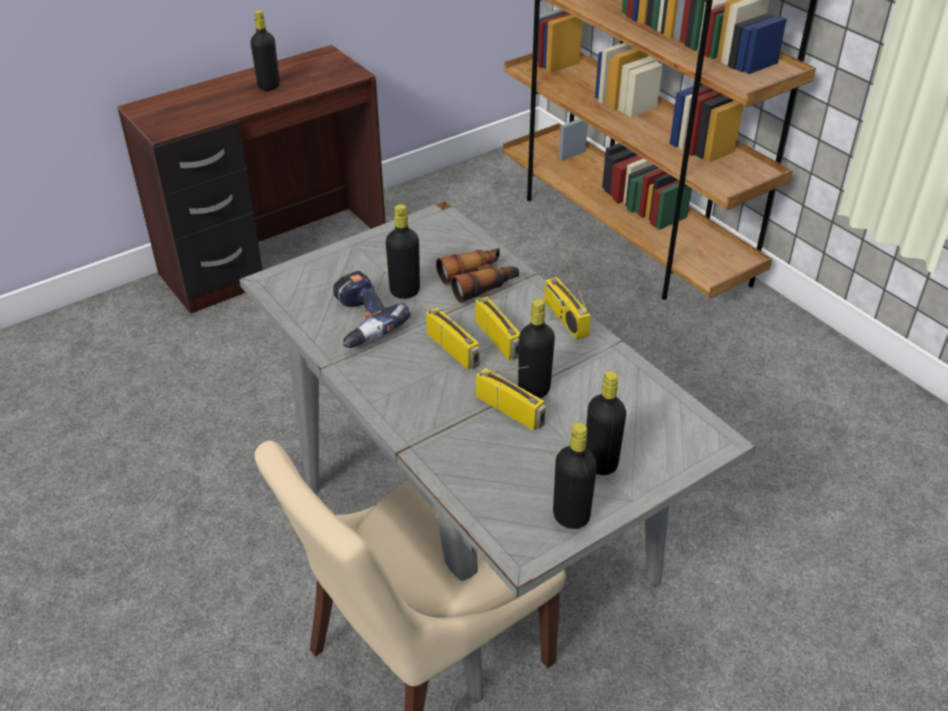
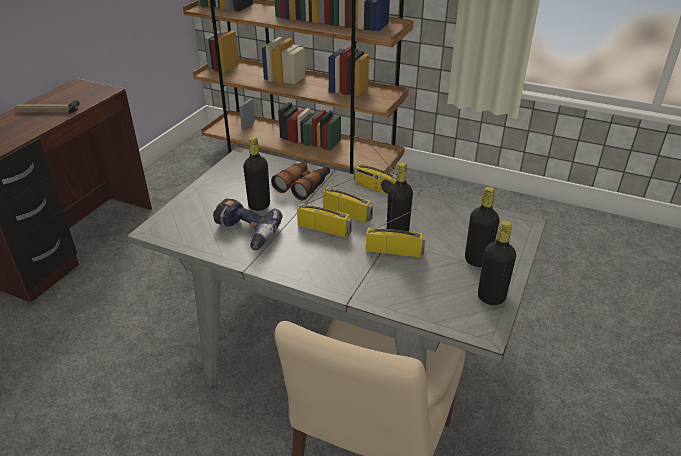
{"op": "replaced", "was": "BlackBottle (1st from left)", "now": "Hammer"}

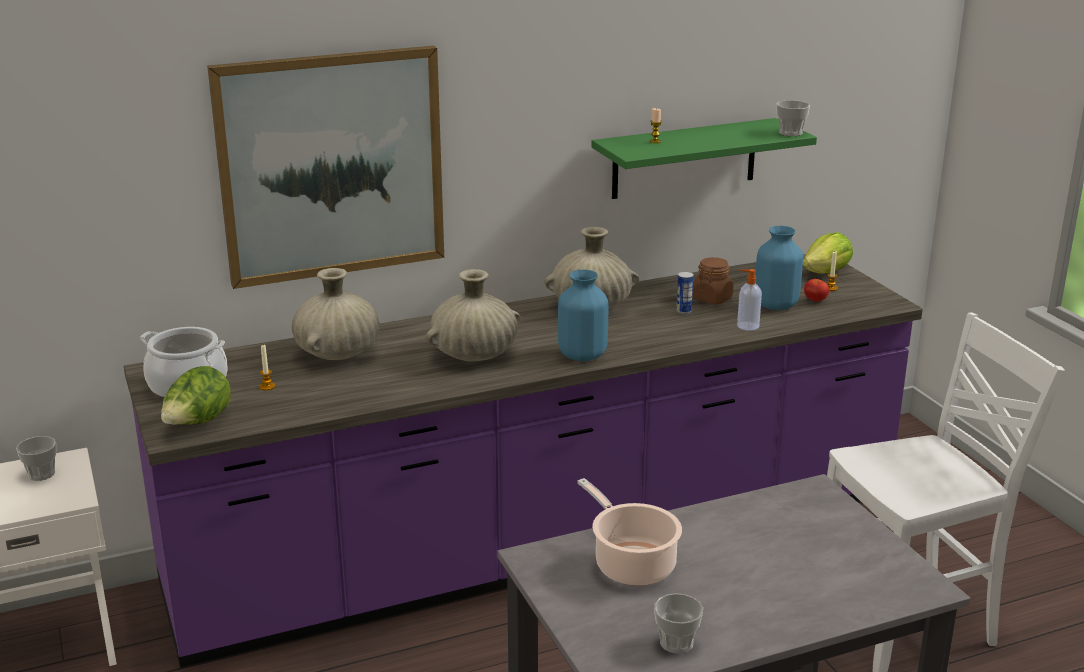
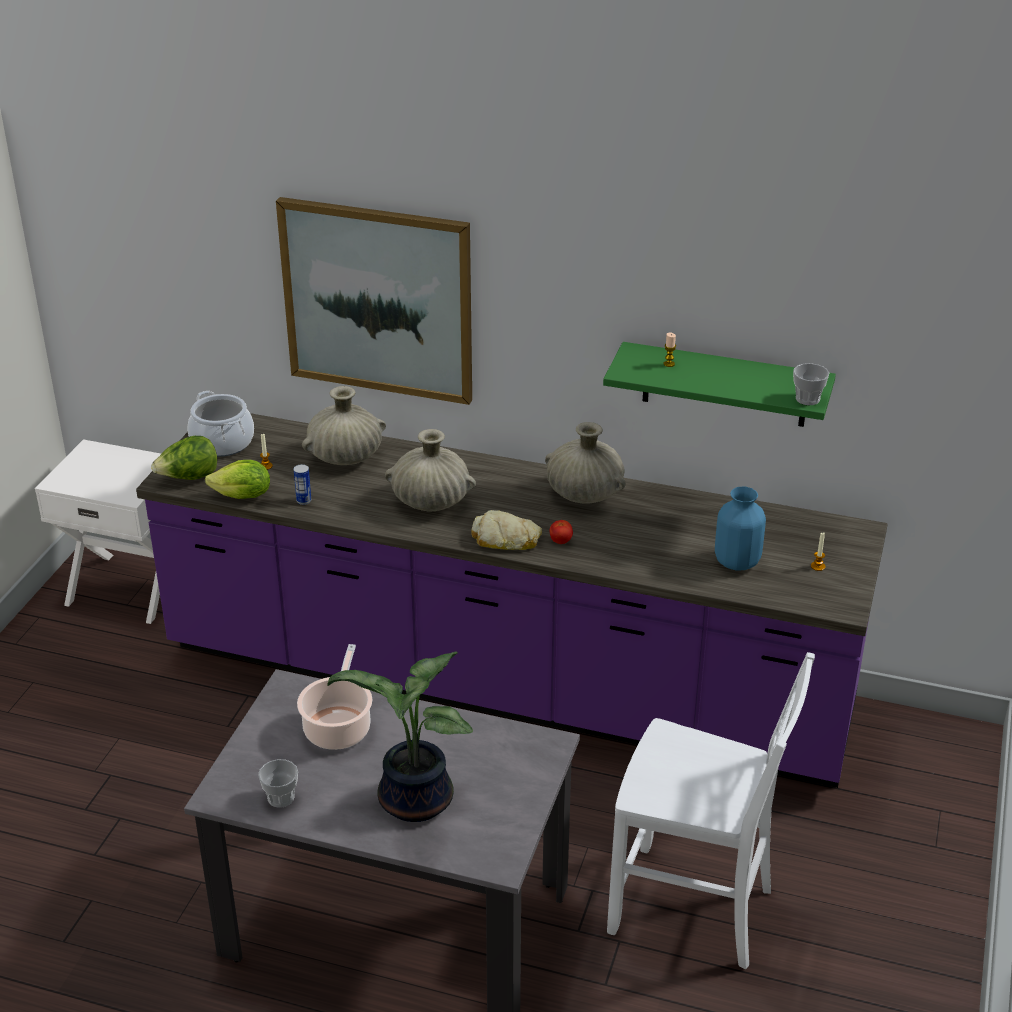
{"op": "removed", "was": "Cup (1st from left)"}
{"op": "replaced", "was": "BlueVase (1st from left)", "now": "Bread"}
{"op": "moved", "was": "Can"}
{"op": "removed", "was": "BrownJar"}
{"op": "removed", "was": "SoapDispenser"}
{"op": "moved", "was": "Lettuce (2nd from left)"}
{"op": "moved", "was": "Tomato"}
{"op": "added", "now": "PottedPlant"}

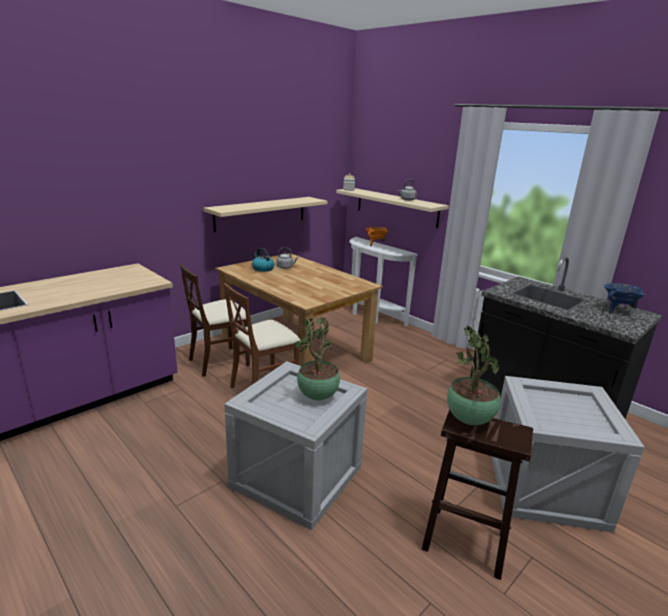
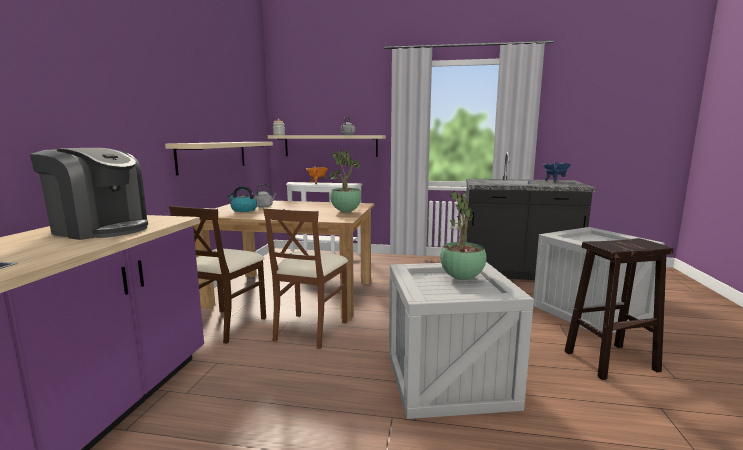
{"op": "moved", "was": "PottedPlant (2nd from left in the first image)", "now": "PottedPlant (1st from left)"}
{"op": "added", "now": "CoffeeMachine"}

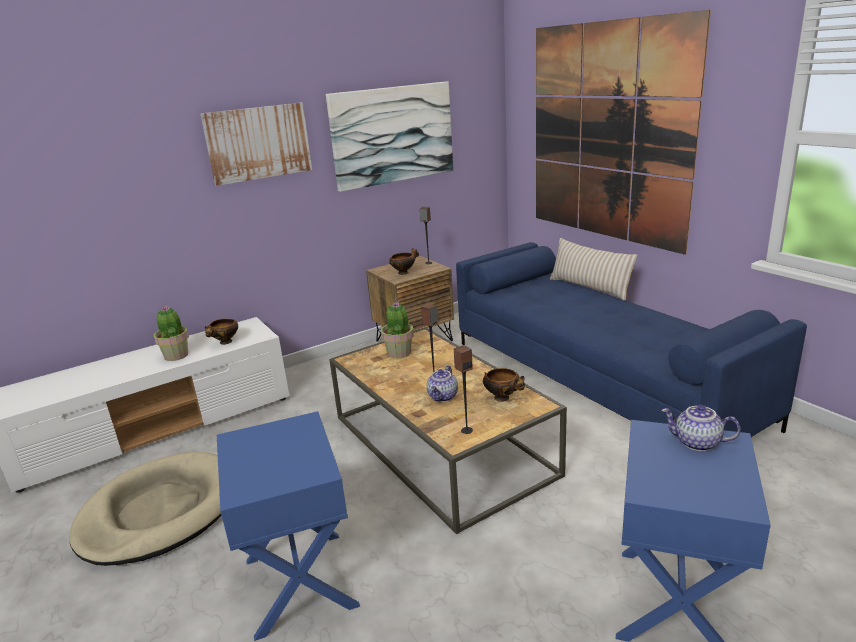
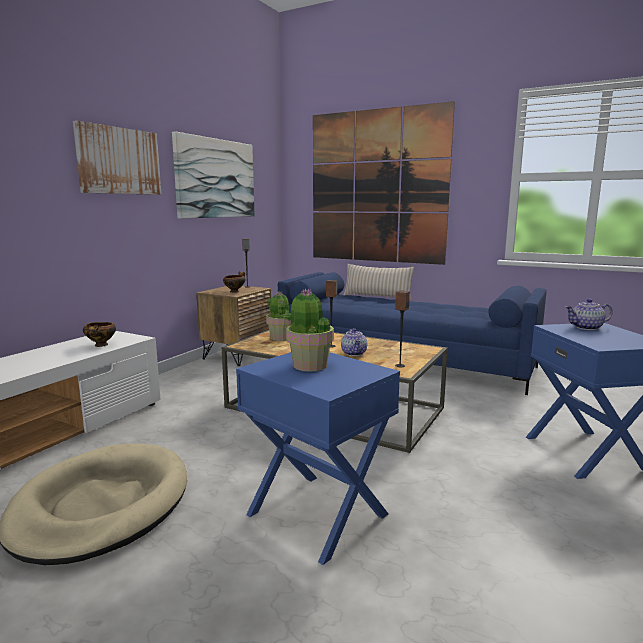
{"op": "moved", "was": "PottedPlant (1st from left in the first image)", "now": "PottedPlant (2nd from left)"}
{"op": "removed", "was": "Bowl (3rd from left)"}

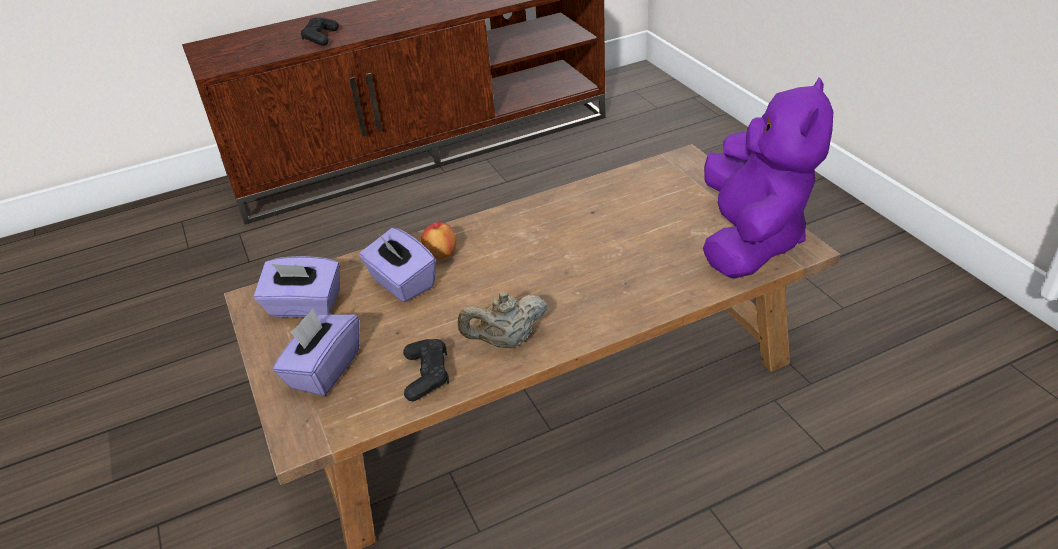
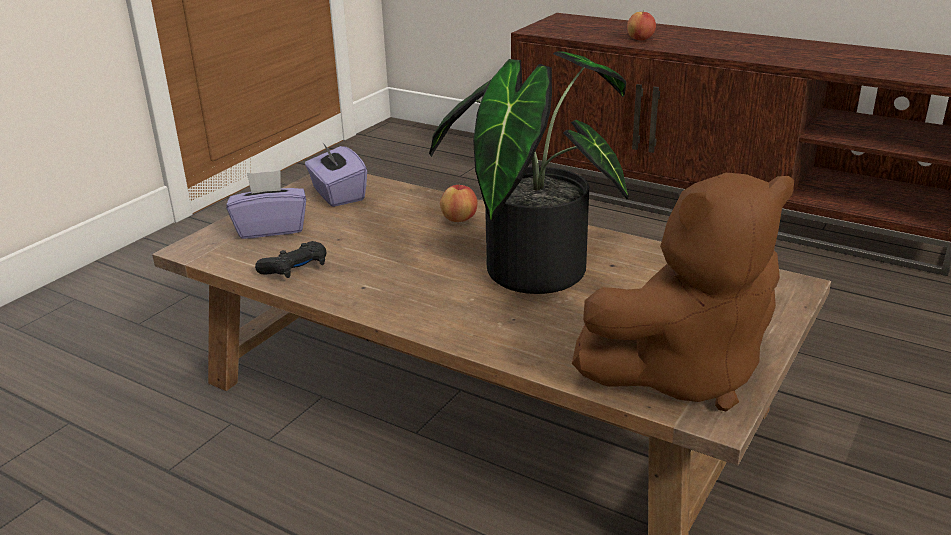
{"op": "replaced", "was": "BlackGameController (1st from left)", "now": "Apple (2nd from left)"}
{"op": "removed", "was": "PurpleTissueBox (3rd from left)"}
{"op": "removed", "was": "BeigeTeapot"}
{"op": "recoloured", "was": "PurplePlushToy", "now": "BrownPlushToy"}
{"op": "added", "now": "PottedPlant"}

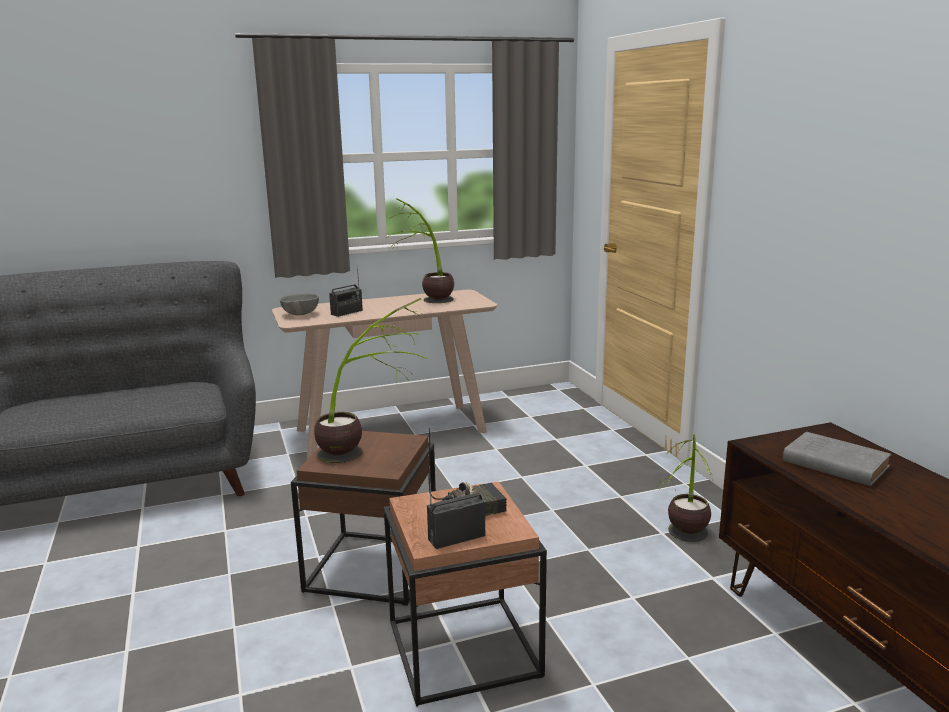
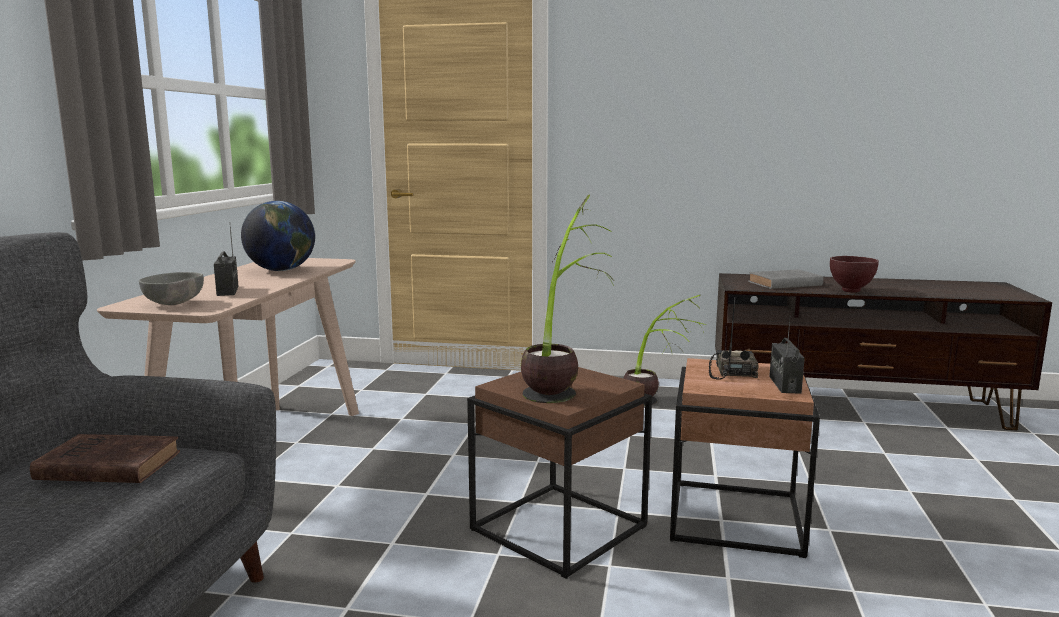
{"op": "replaced", "was": "PottedPlant (2nd from left)", "now": "Globe"}
{"op": "added", "now": "BrownBook"}
{"op": "added", "now": "BrownBowl"}

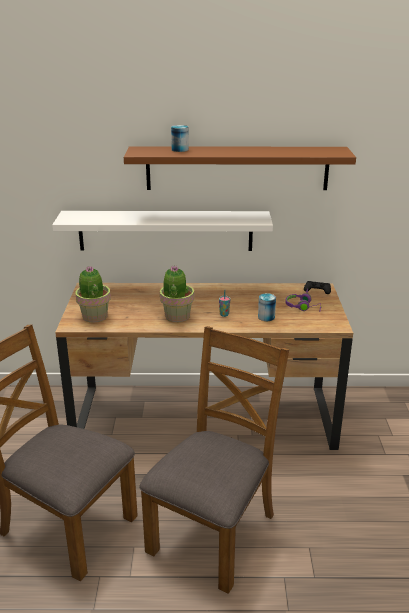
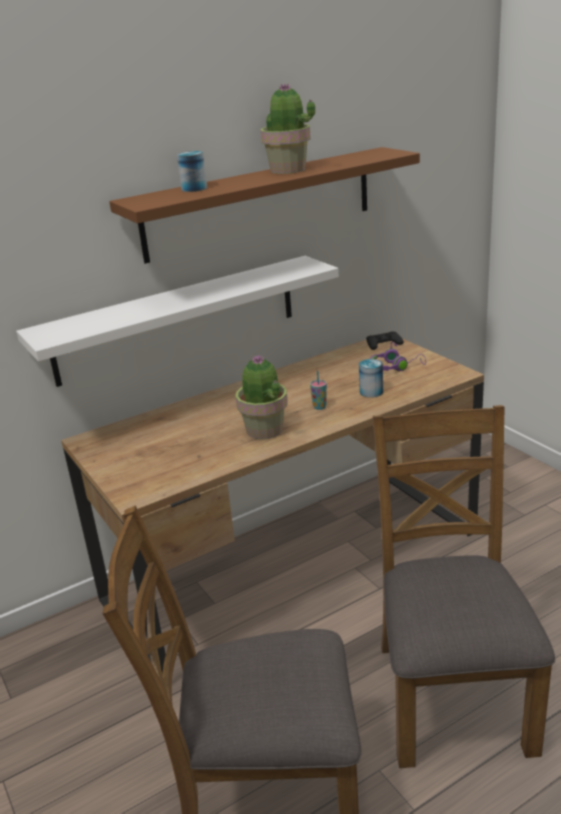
{"op": "moved", "was": "PottedPlant (1st from left in the first image)", "now": "PottedPlant (2nd from left)"}

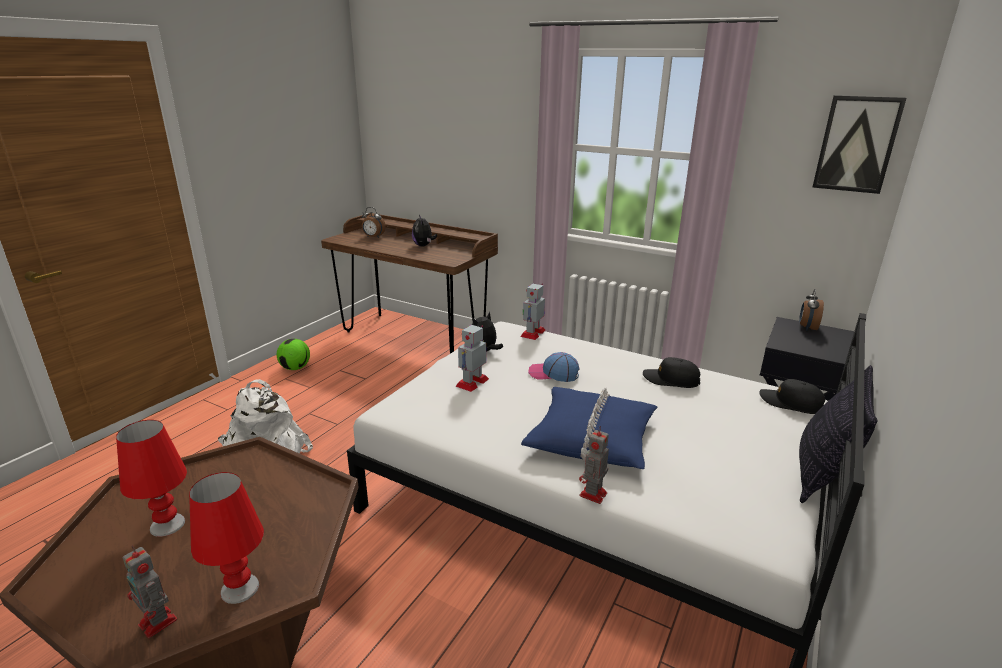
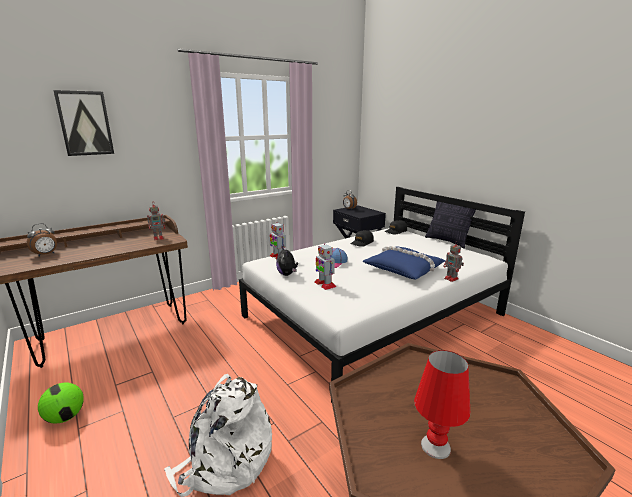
{"op": "moved", "was": "ToyRobot (1st from left)"}
{"op": "removed", "was": "RedTableLamp (2nd from left)"}
{"op": "removed", "was": "PlushToy (1st from left)"}
{"op": "moved", "was": "Picture"}

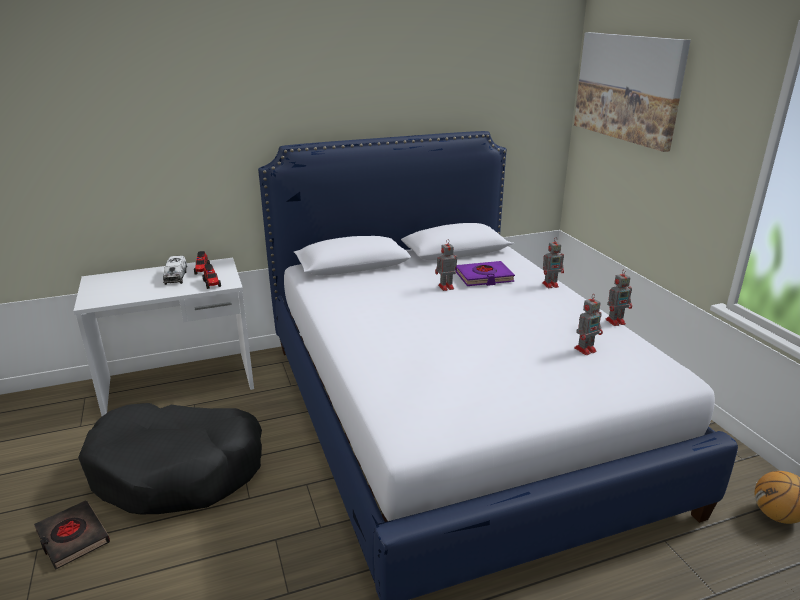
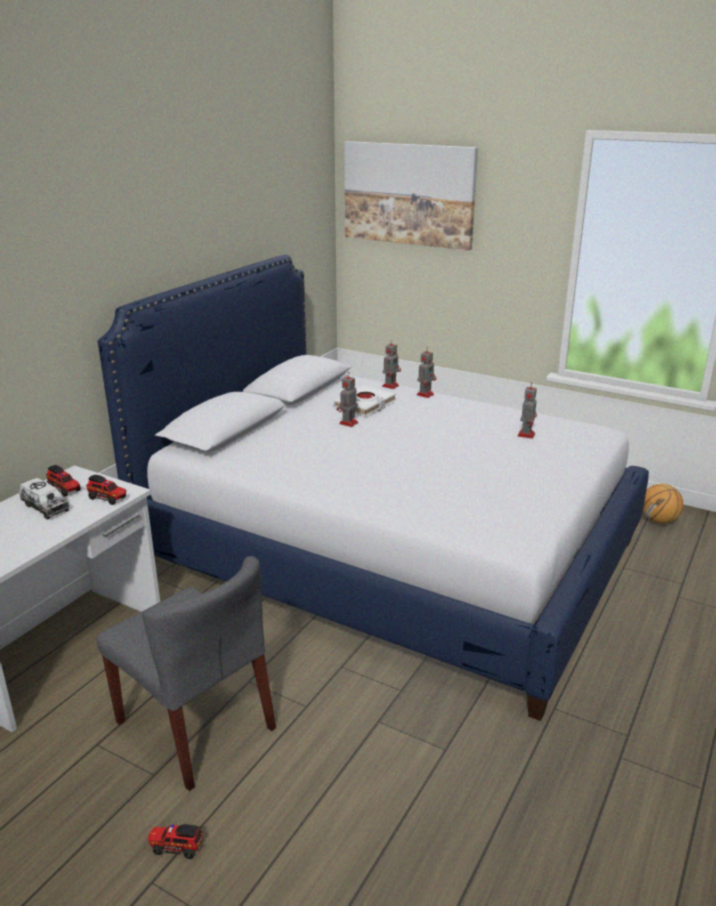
{"op": "replaced", "was": "BlackBook", "now": "ToyTruck (4th from left)"}
{"op": "replaced", "was": "BlackDogBed", "now": "GreyChair"}
{"op": "recoloured", "was": "PurpleBook", "now": "WhiteBook"}
{"op": "moved", "was": "ToyRobot (4th from left in the first image)", "now": "ToyRobot (2nd from left)"}

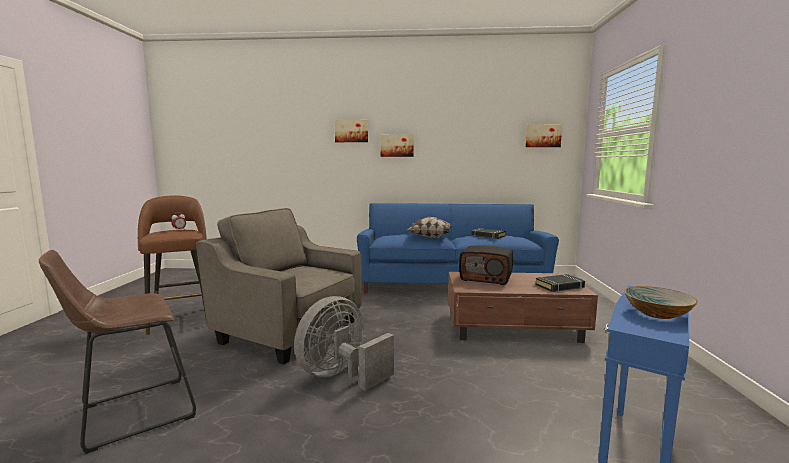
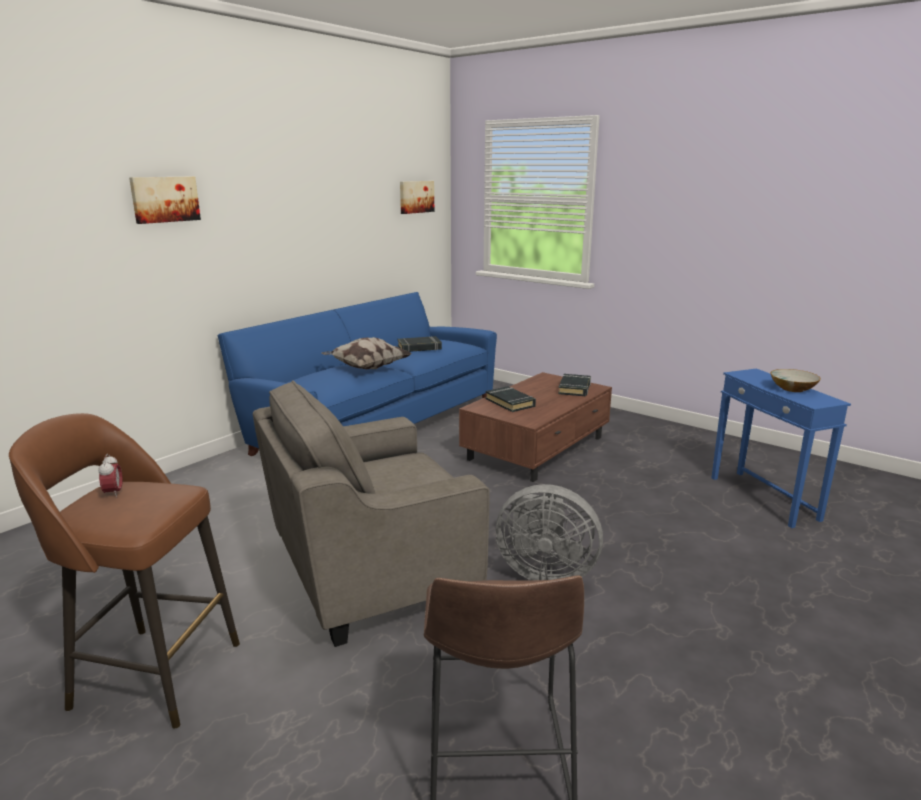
{"op": "turned", "was": "GreyFan", "clockwise": -60}
{"op": "removed", "was": "Picture (2nd from left)"}
{"op": "replaced", "was": "Radio", "now": "BlackBook (2nd from left)"}

